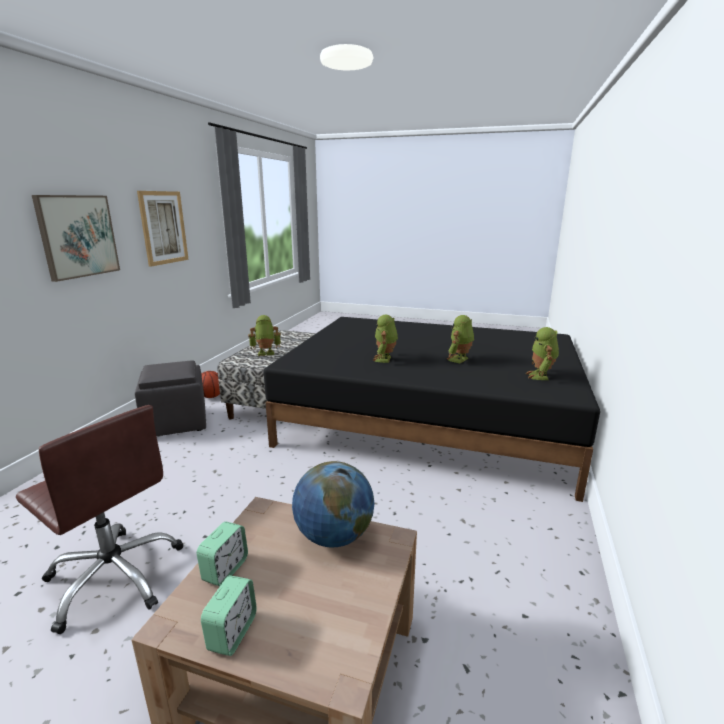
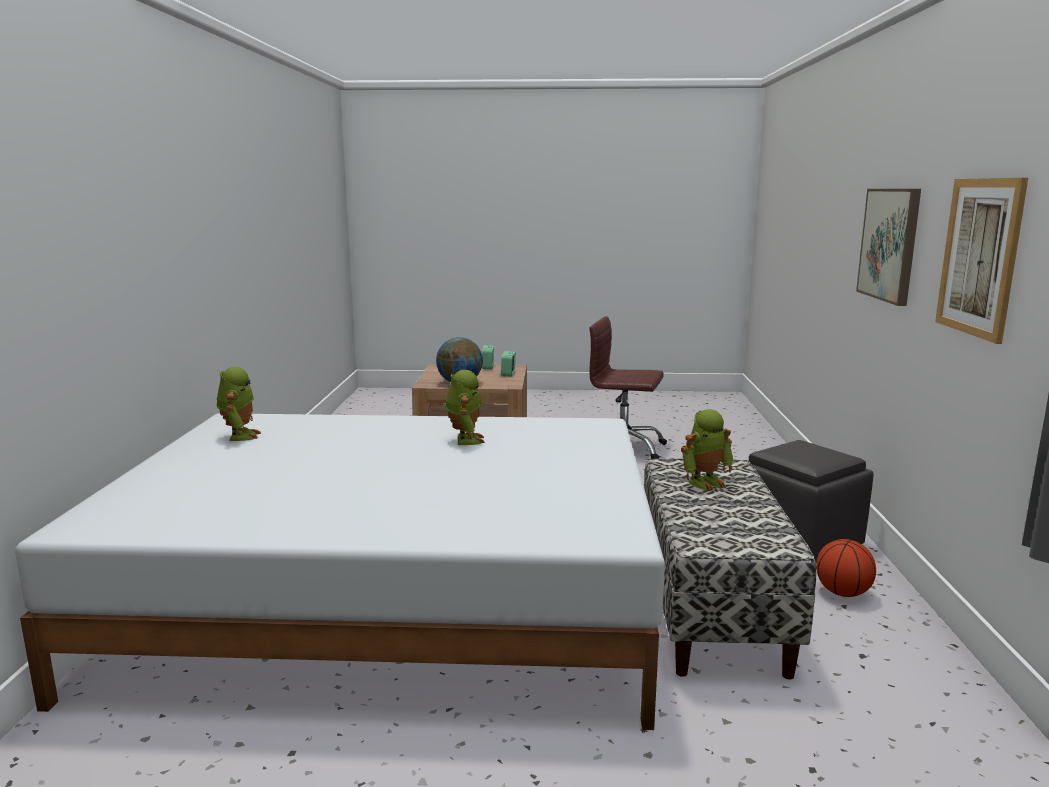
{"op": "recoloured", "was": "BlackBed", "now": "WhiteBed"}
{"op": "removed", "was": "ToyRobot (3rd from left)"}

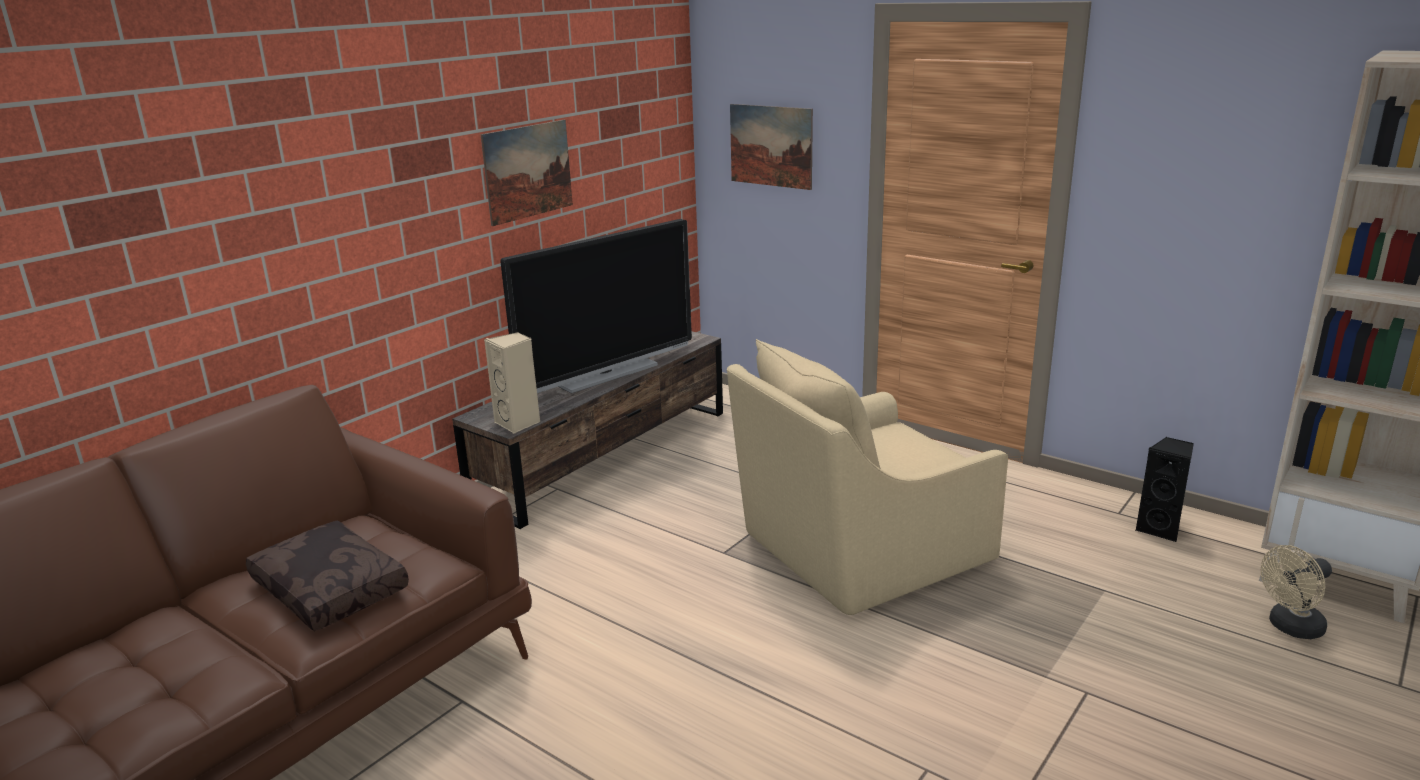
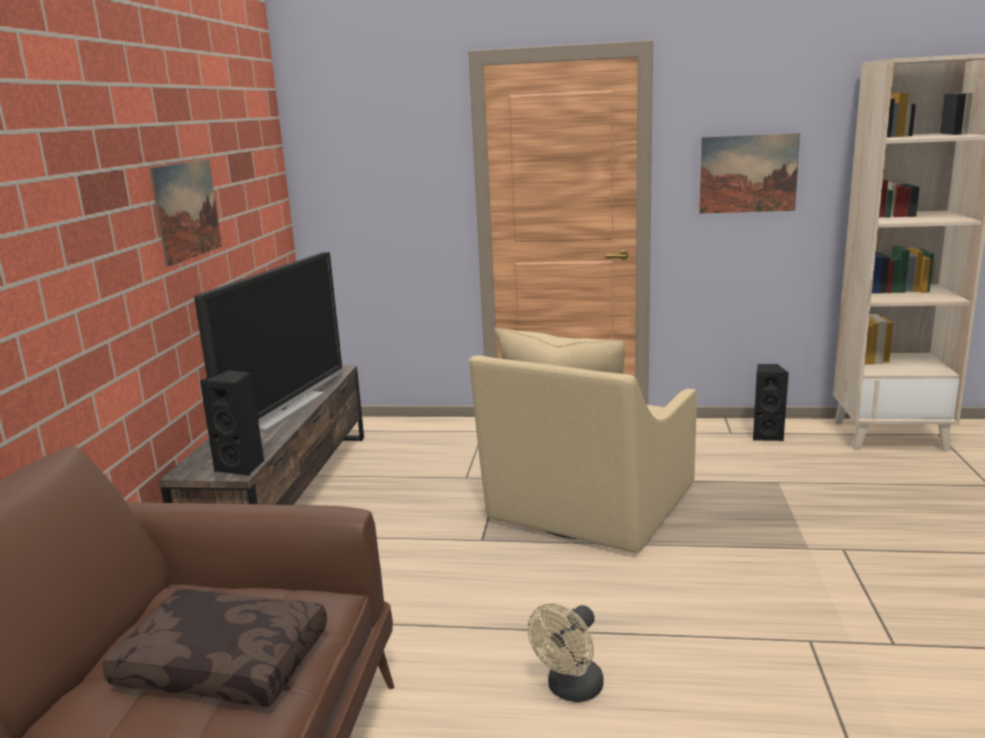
{"op": "recoloured", "was": "BeigeSpeaker", "now": "BlackSpeaker (1st from left)"}
{"op": "moved", "was": "Picture (2nd from left)"}
{"op": "moved", "was": "BeigeFan"}

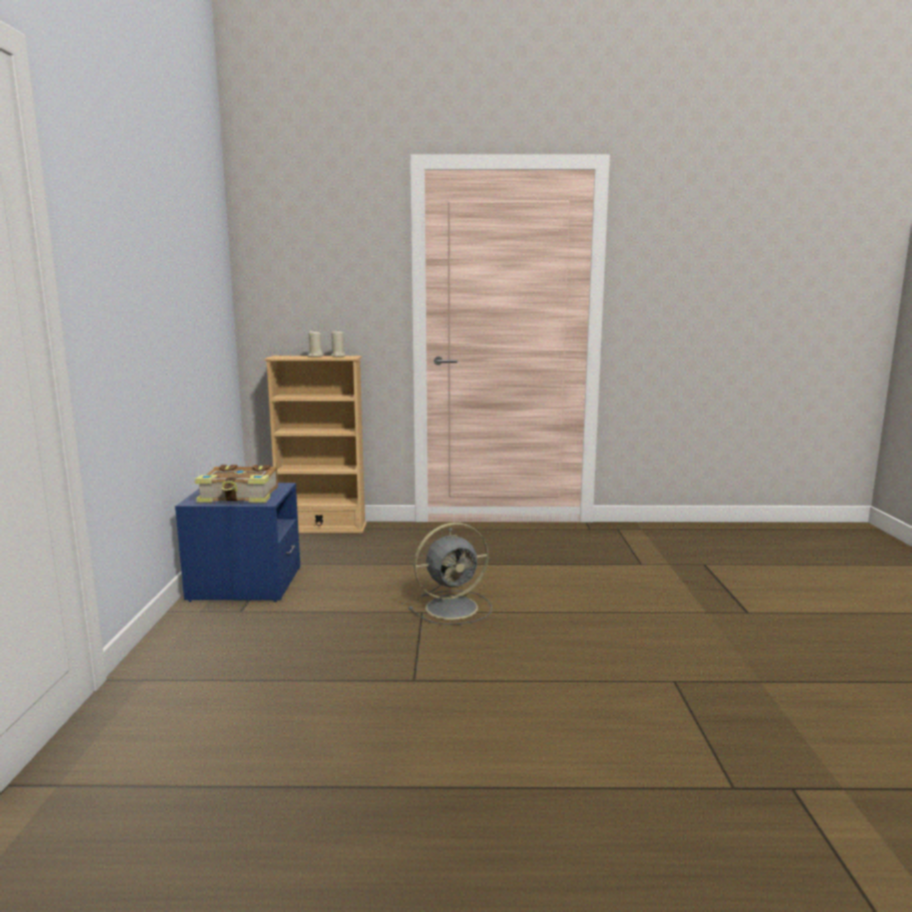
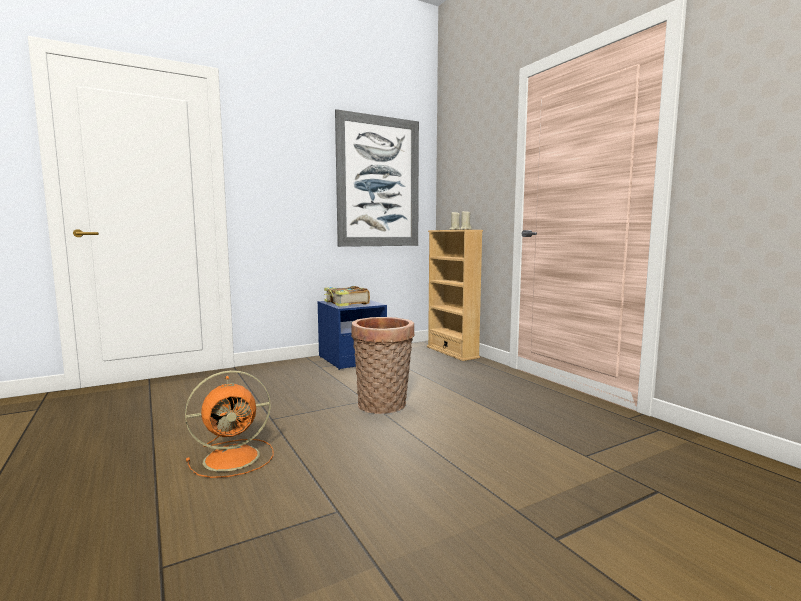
{"op": "replaced", "was": "GreyFan", "now": "Basket"}
{"op": "added", "now": "OrangeFan"}
{"op": "added", "now": "Picture"}

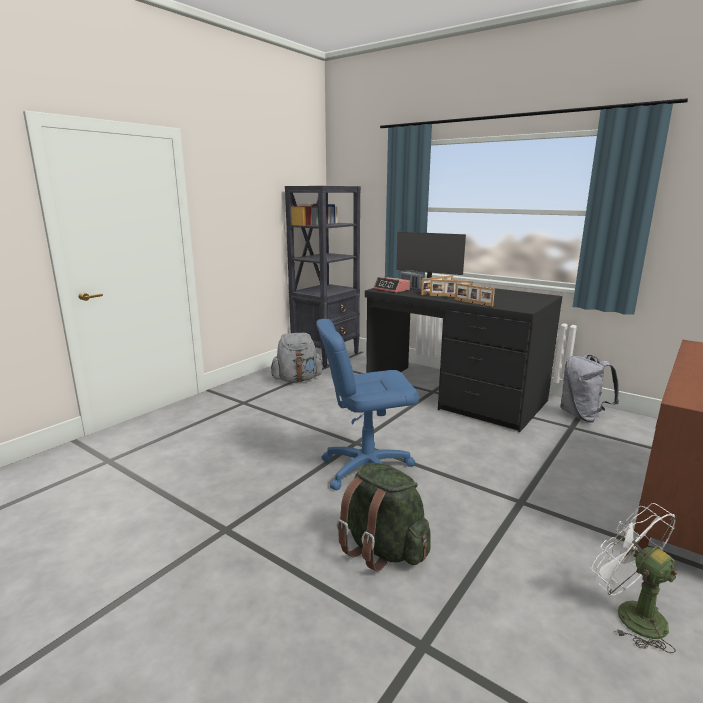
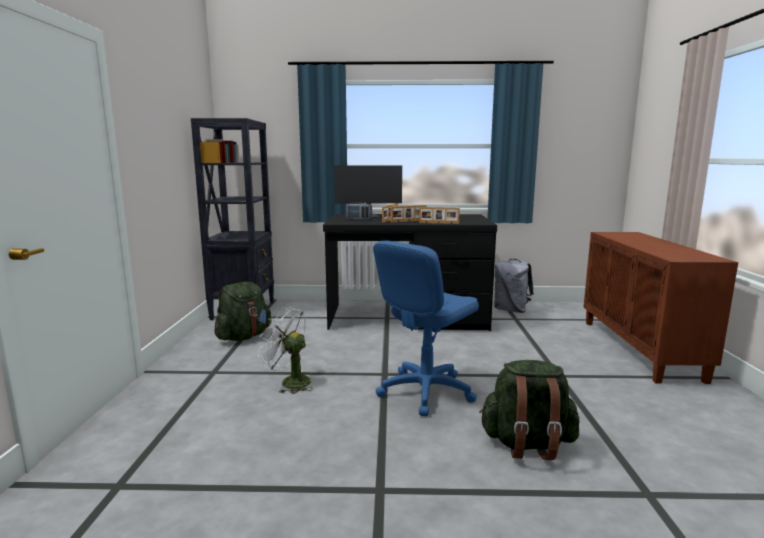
{"op": "recoloured", "was": "GreyBackpack (1st from left)", "now": "GreenBackpack (1st from left)"}
{"op": "removed", "was": "AlarmClock"}
{"op": "moved", "was": "WhiteFan"}

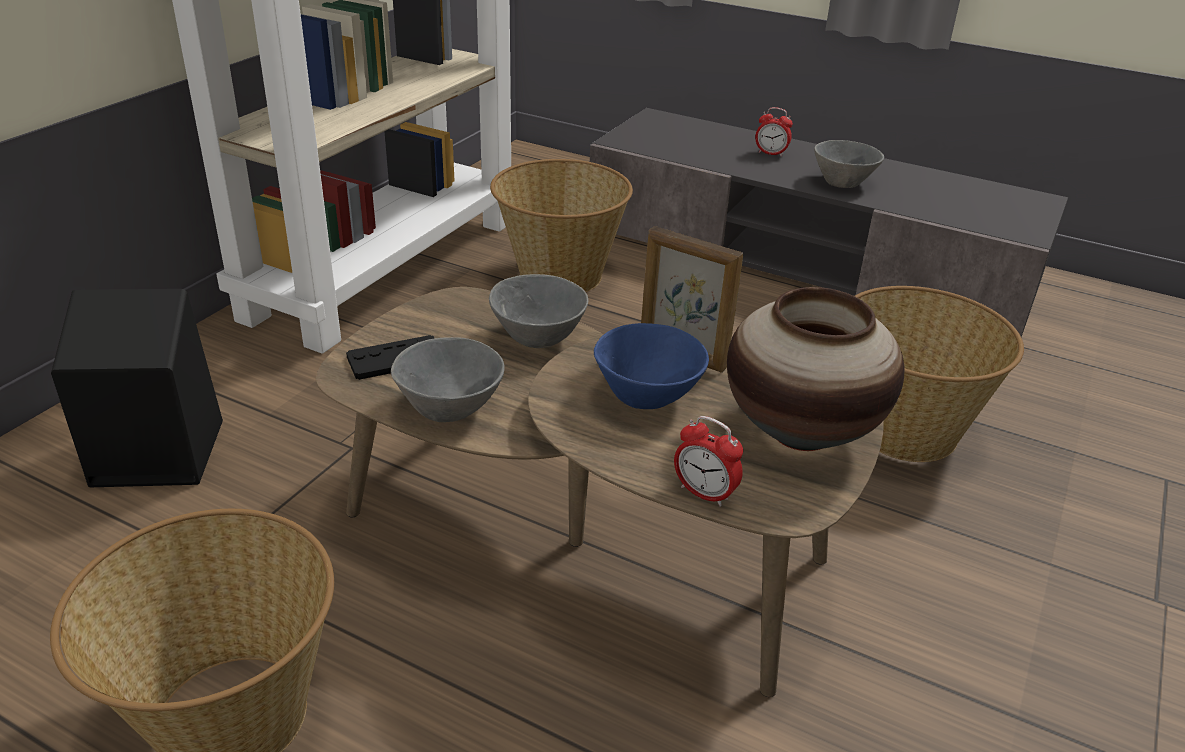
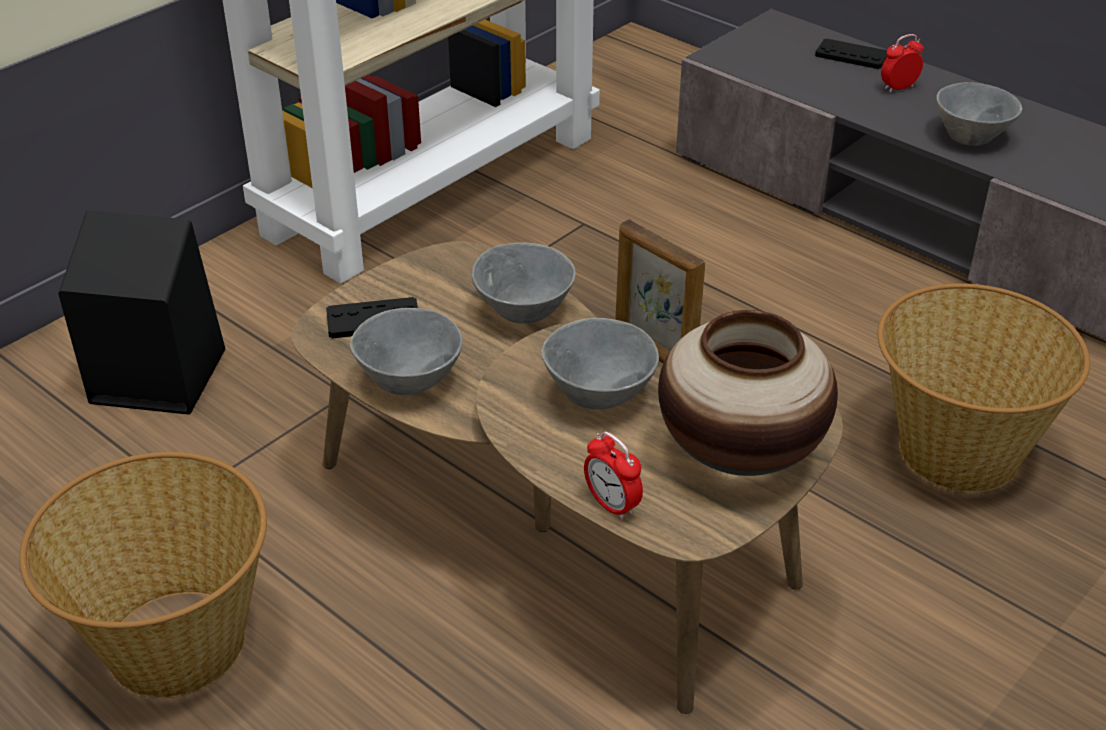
{"op": "removed", "was": "Basket (2nd from left)"}
{"op": "recoloured", "was": "BlueBowl", "now": "GreyBowl (3rd from left)"}
{"op": "turned", "was": "AlarmClock (2nd from left)", "clockwise": 120}
{"op": "added", "now": "BlackGameController (2nd from left)"}

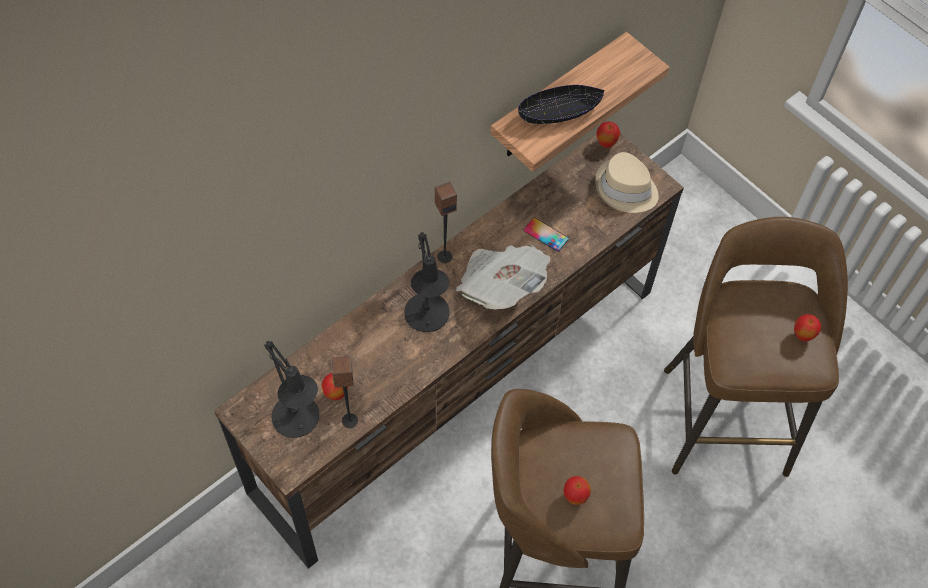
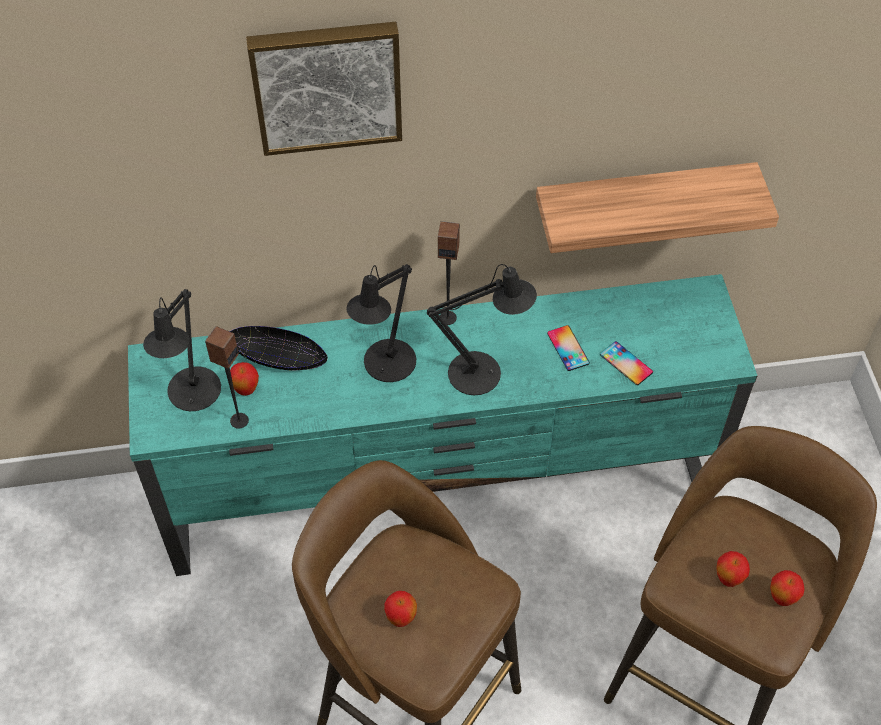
{"op": "recoloured", "was": "BrownTvStand", "now": "TurquoiseTvStand"}
{"op": "replaced", "was": "Newspaper", "now": "BlackTableLamp (3rd from left)"}
{"op": "moved", "was": "BlackBowl"}
{"op": "removed", "was": "BeigeHat"}
{"op": "moved", "was": "Apple (3rd from left)"}
{"op": "added", "now": "Picture"}
{"op": "added", "now": "Phone (2nd from left)"}

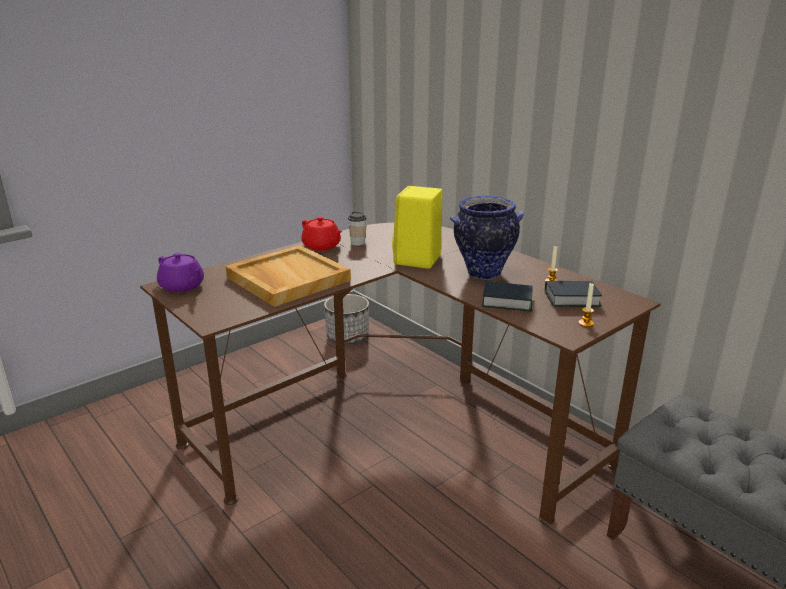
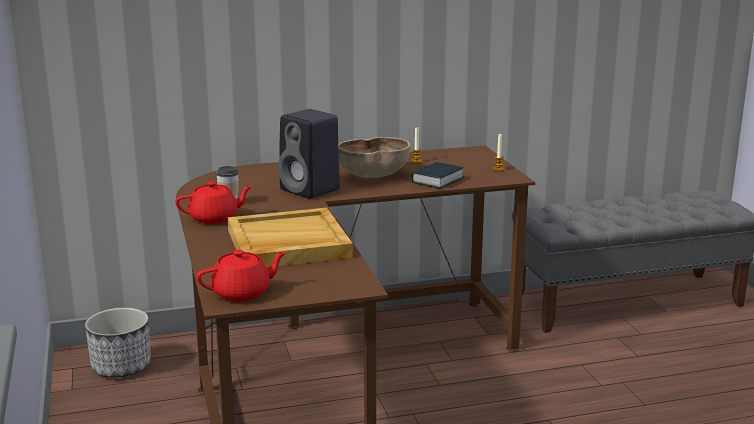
{"op": "recoloured", "was": "PurpleTeapot", "now": "RedTeapot (2nd from left)"}
{"op": "recoloured", "was": "YellowSpeaker", "now": "BlackSpeaker"}
{"op": "replaced", "was": "Vase", "now": "BrownBowl"}
{"op": "removed", "was": "Book (2nd from left)"}

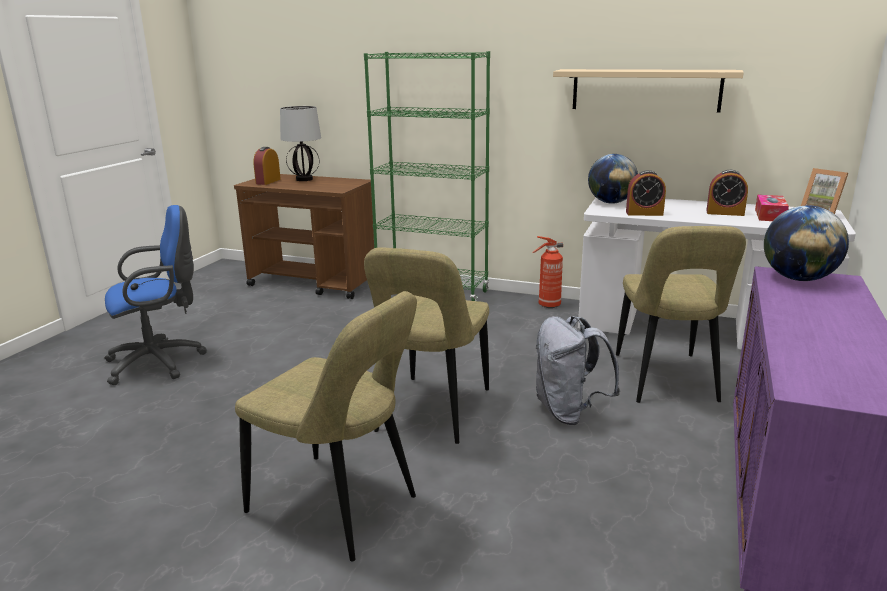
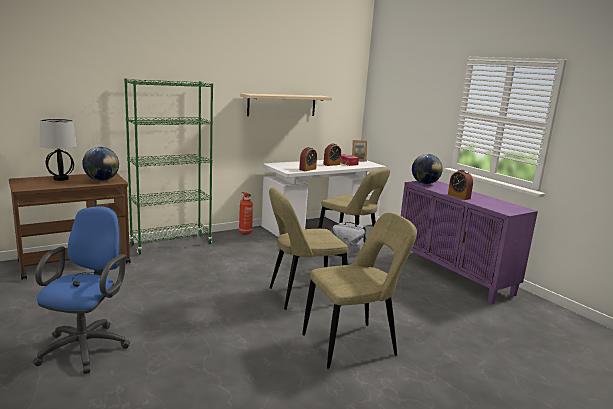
{"op": "moved", "was": "AlarmClock (1st from left in the first image)", "now": "AlarmClock (3rd from left)"}
{"op": "turned", "was": "BeigeChair (2nd from left in the first image)", "clockwise": 105}
{"op": "moved", "was": "Globe (1st from left)"}

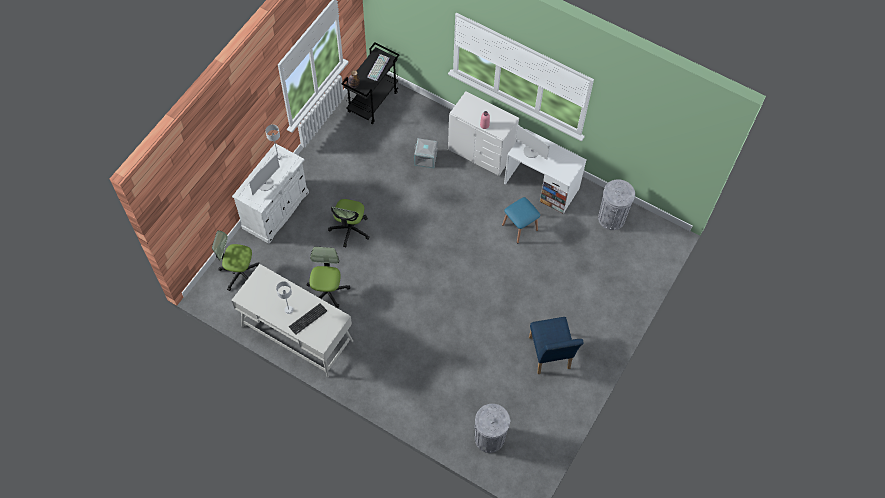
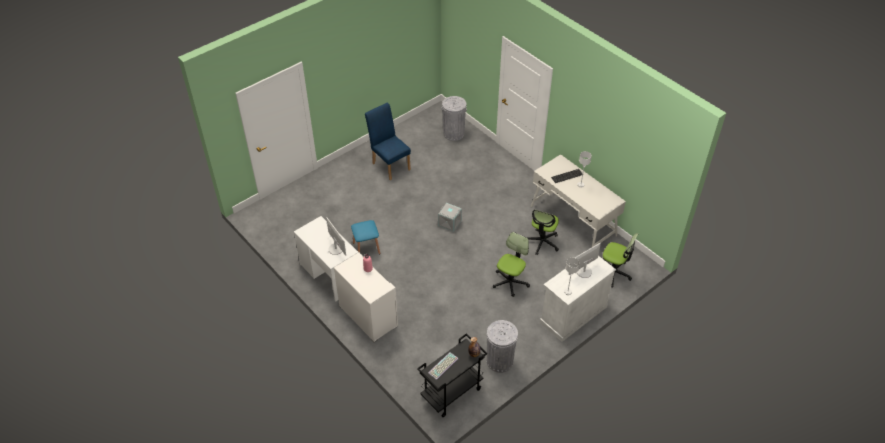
{"op": "moved", "was": "GreyStorageBox"}
{"op": "turned", "was": "BlueChair", "clockwise": -45}
{"op": "moved", "was": "GreyTrashCan (2nd from left)"}

